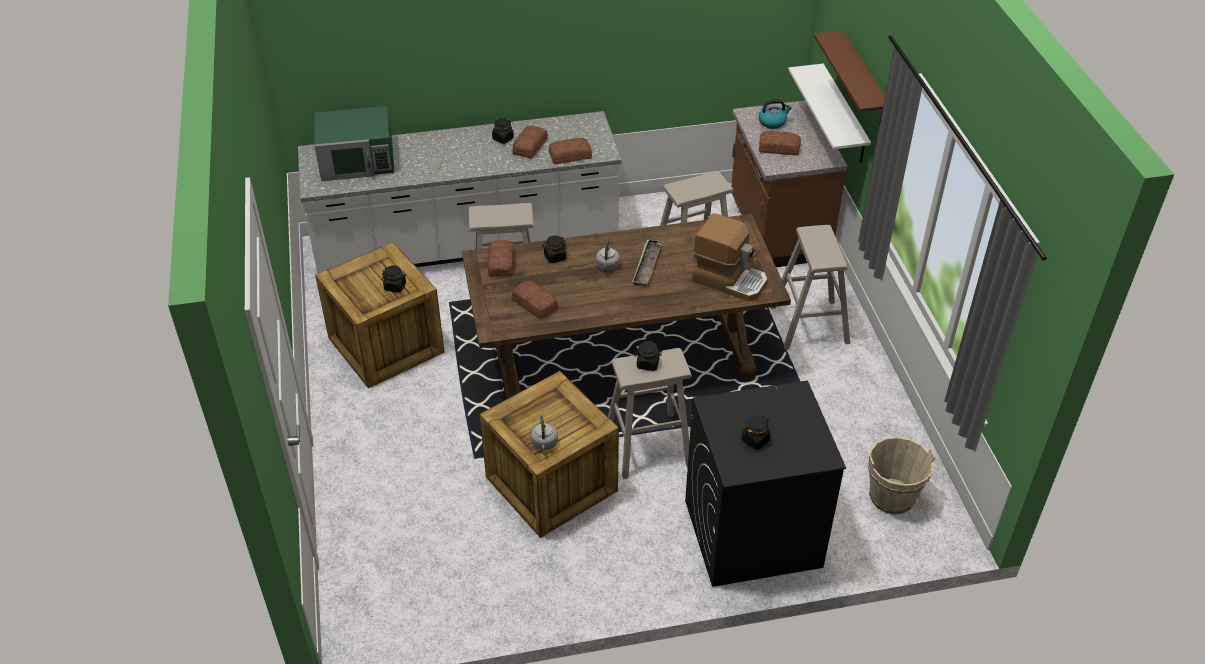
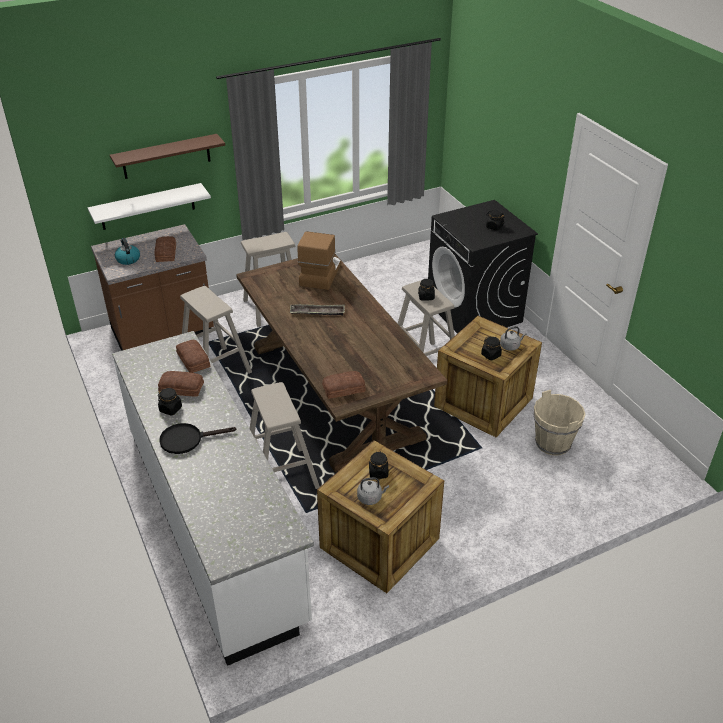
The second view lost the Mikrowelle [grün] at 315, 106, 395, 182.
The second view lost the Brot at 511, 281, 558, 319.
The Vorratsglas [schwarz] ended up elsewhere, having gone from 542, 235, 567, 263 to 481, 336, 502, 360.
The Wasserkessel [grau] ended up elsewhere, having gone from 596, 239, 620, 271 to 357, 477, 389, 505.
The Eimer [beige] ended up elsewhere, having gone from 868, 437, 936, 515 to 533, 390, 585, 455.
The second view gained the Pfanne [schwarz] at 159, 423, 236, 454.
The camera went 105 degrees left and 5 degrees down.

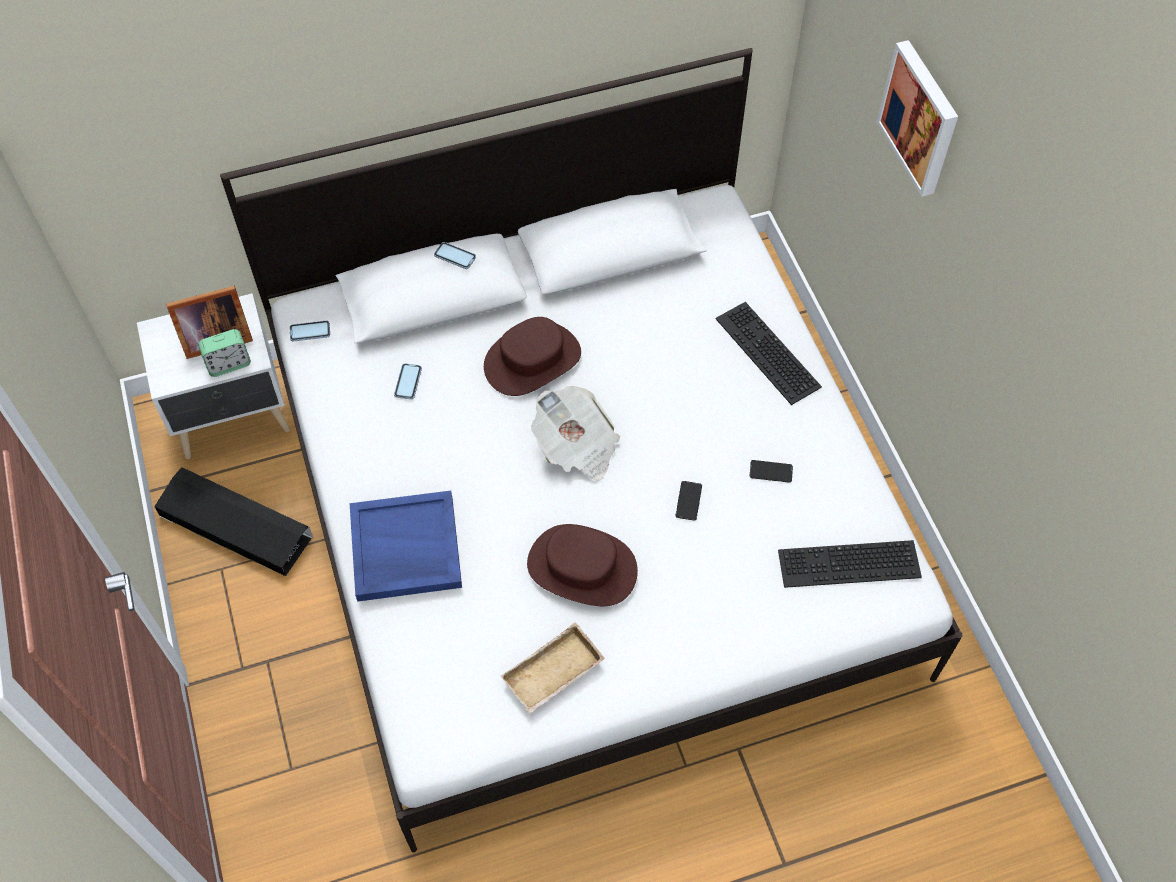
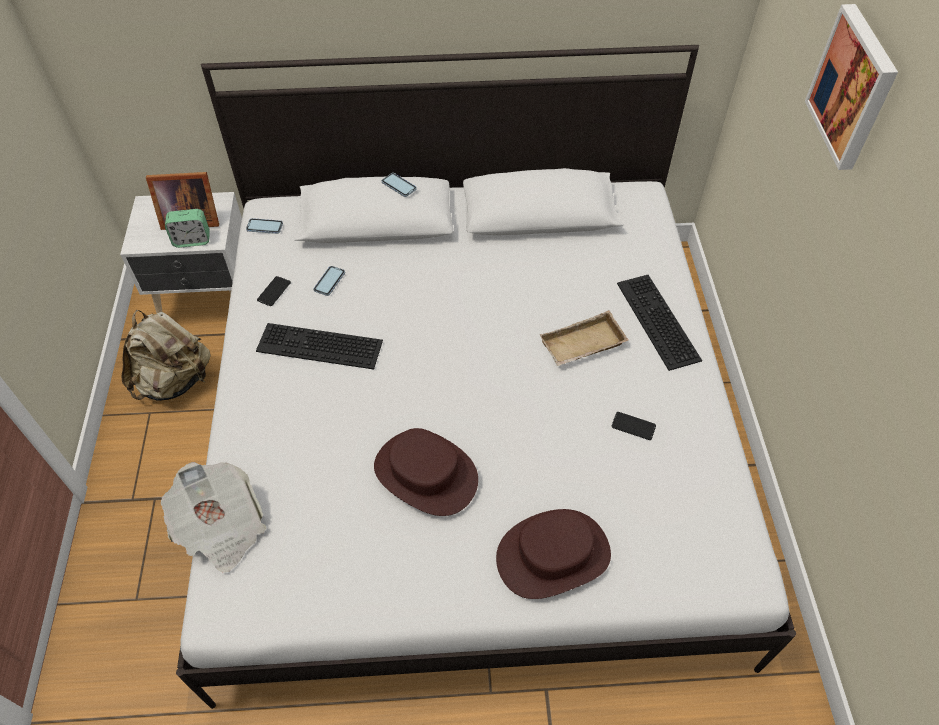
Where the Aufbewahrungsbox [schwarz] stood at 154, 467, 313, 576, the Rucksack [beige] came to stand at 122, 310, 211, 401.
The second view lost the Tablett [blau] at 350, 491, 462, 602.
The Hut [braun] ended up elsewhere, having gone from 484, 317, 581, 396 to 496, 509, 611, 599.
The Tablett [beige] ended up elsewhere, having gone from 501, 622, 605, 714 to 540, 310, 628, 366.
The Zeitung ended up elsewhere, having gone from 531, 386, 620, 481 to 161, 462, 266, 572.
The Handy ended up elsewhere, having gone from 675, 481, 702, 521 to 257, 276, 291, 306.
The Tastatur ended up elsewhere, having gone from 778, 540, 922, 588 to 256, 323, 383, 369.
The camera went 15 degrees right and 5 degrees down.

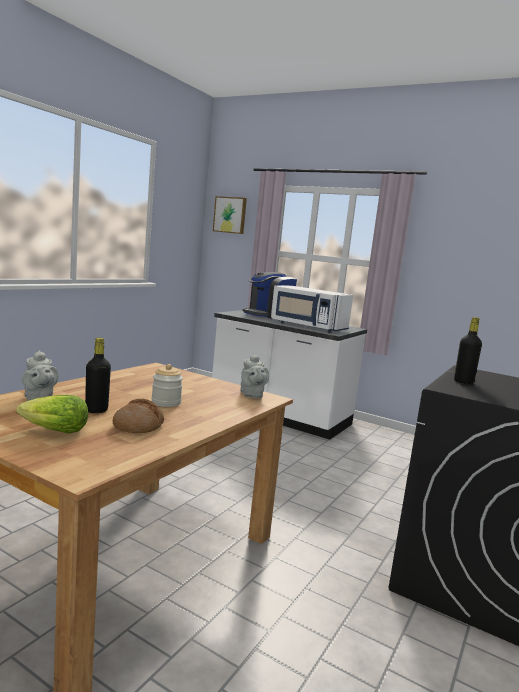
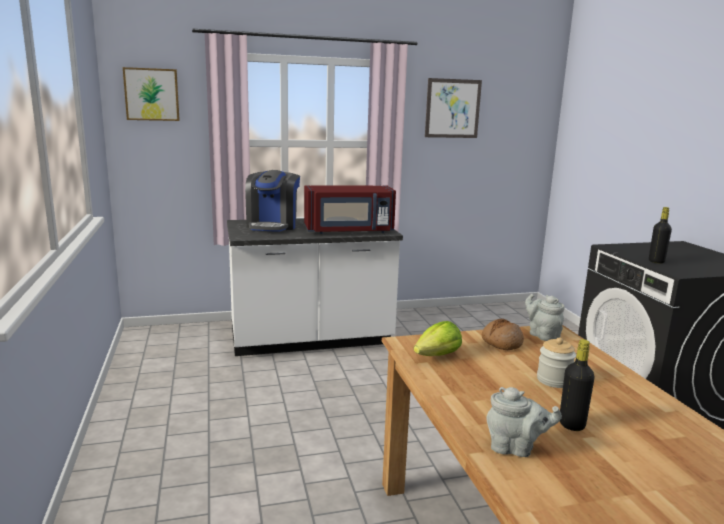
The Salatkopf ended up elsewhere, having gone from 16, 395, 88, 434 to 414, 321, 462, 356.
The Brot ended up elsewhere, having gone from 113, 399, 164, 433 to 482, 318, 524, 350.
The Teekanne [grau] at 240, 354, 269, 398 ended up facing another way, 150 degrees counterclockwise from before.
What was the Mikrowelle [weiß] at 271, 285, 353, 333 turned into the Mikrowelle [rot] at 304, 186, 396, 234.
The second view gained the Bild at 425, 78, 482, 138.
The camera went 45 degrees left and 5 degrees up.

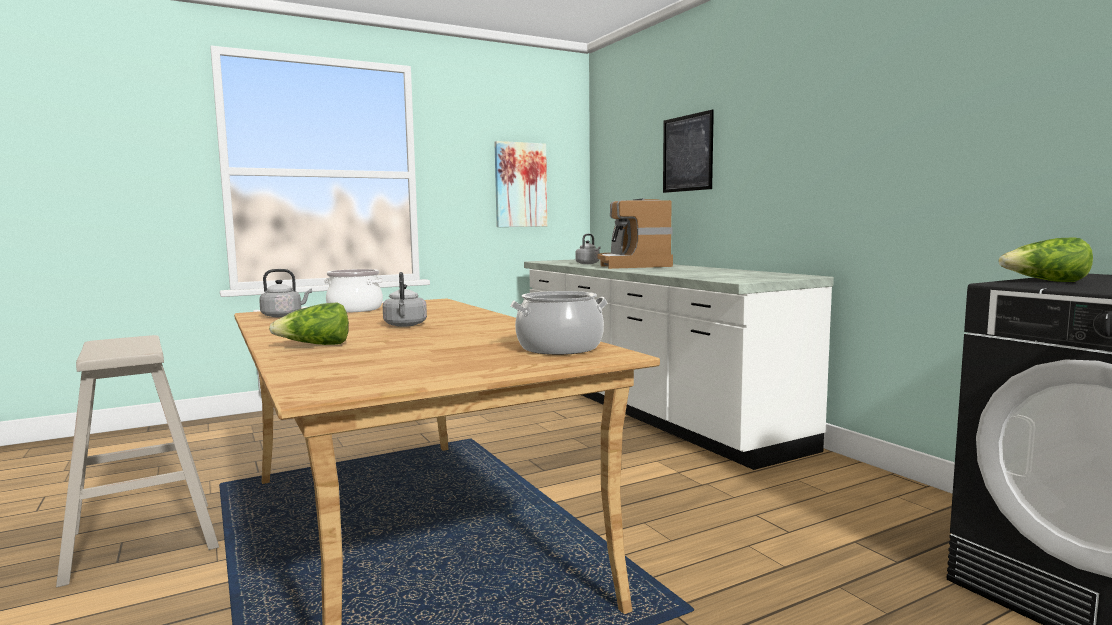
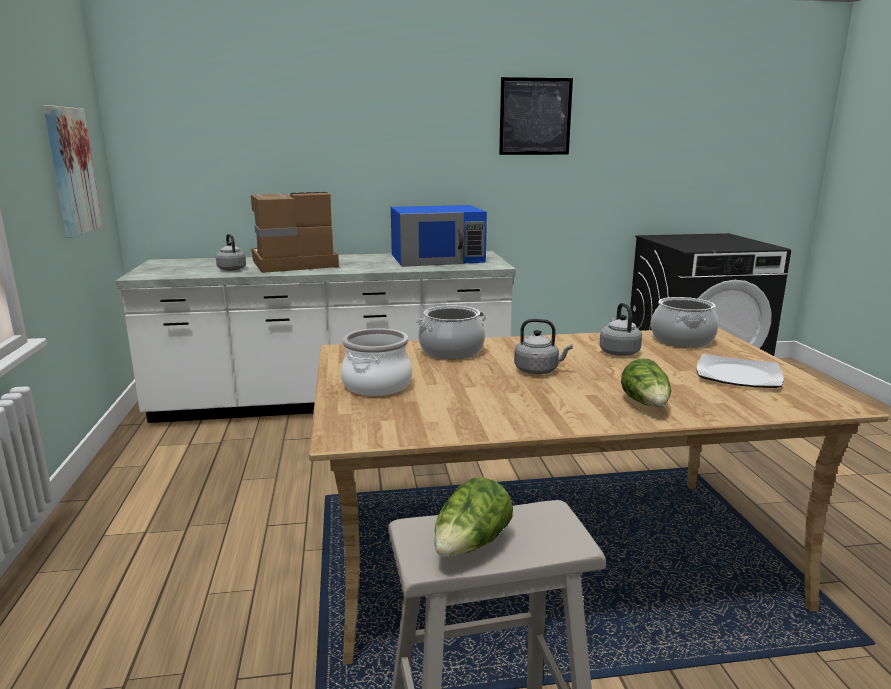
The Wasserkessel [grau] ended up elsewhere, having gone from 259, 269, 312, 317 to 599, 303, 642, 356.
The Kaffeemaschine at 598, 198, 673, 269 ended up facing another way, 150 degrees clockwise from before.
The Bild ended up elsewhere, having gone from 663, 110, 714, 193 to 499, 77, 573, 155.
The Salatkopf ended up elsewhere, having gone from 999, 238, 1093, 282 to 434, 477, 513, 557.
The second view gained the Mikrowelle [blau] at 391, 205, 487, 267.
The second view gained the Kochtopf at 416, 305, 487, 359.
The second view gained the Teller at 697, 354, 784, 388.
The camera went 70 degrees left and 10 degrees up.

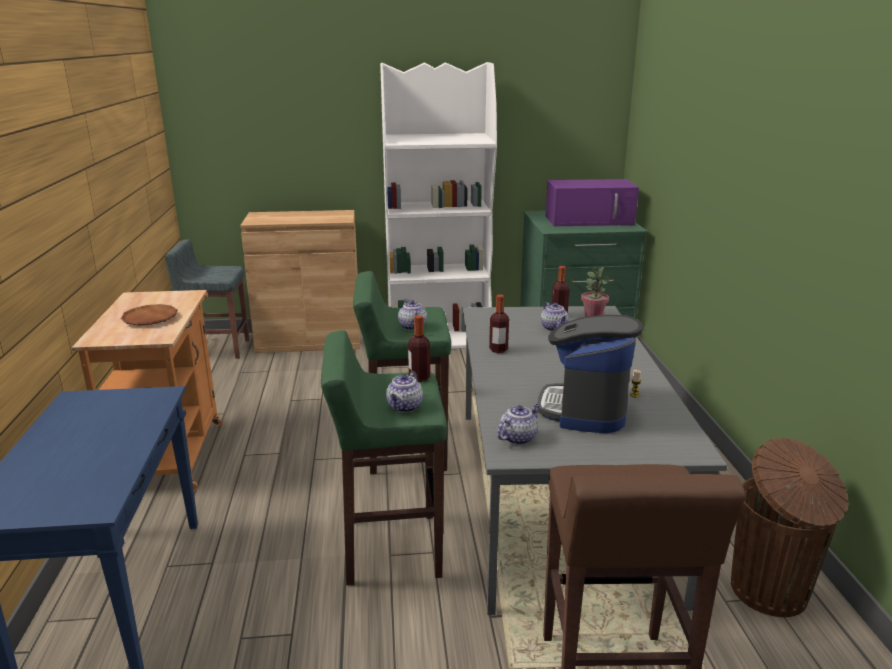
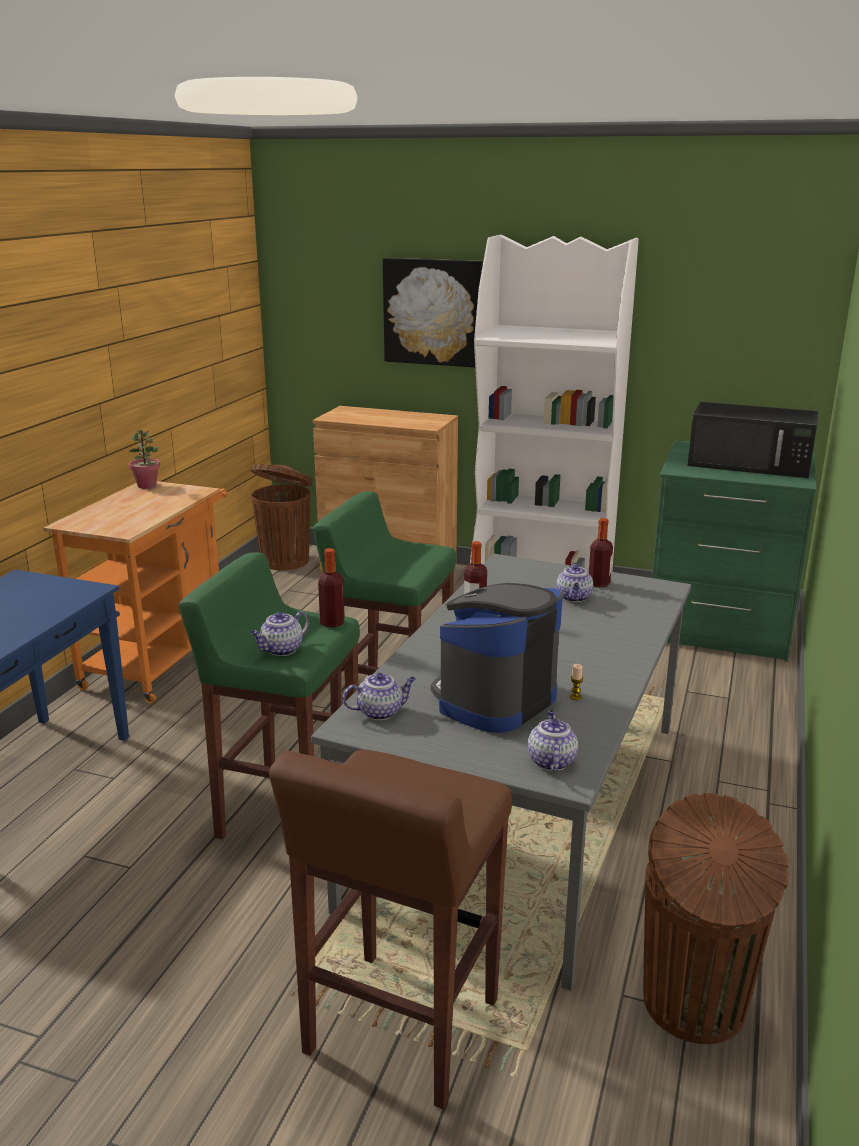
The second view lost the Teller [braun] at 121, 304, 178, 325.
Where the Hocker [grau] stood at 165, 239, 250, 359, the Mülleimer [braun] came to stand at 251, 464, 313, 570.
The Teekanne ended up elsewhere, having gone from 398, 300, 427, 331 to 527, 710, 578, 771.
What was the Mikrowelle [lila] at 546, 179, 639, 226 turned into the Mikrowelle [schwarz] at 687, 402, 818, 478.
The Topfpflanze ended up elsewhere, having gone from 581, 267, 610, 317 to 129, 430, 160, 489.
The second view gained the Bild at 383, 258, 483, 368.
The camera went 25 degrees right and 0 degrees up.

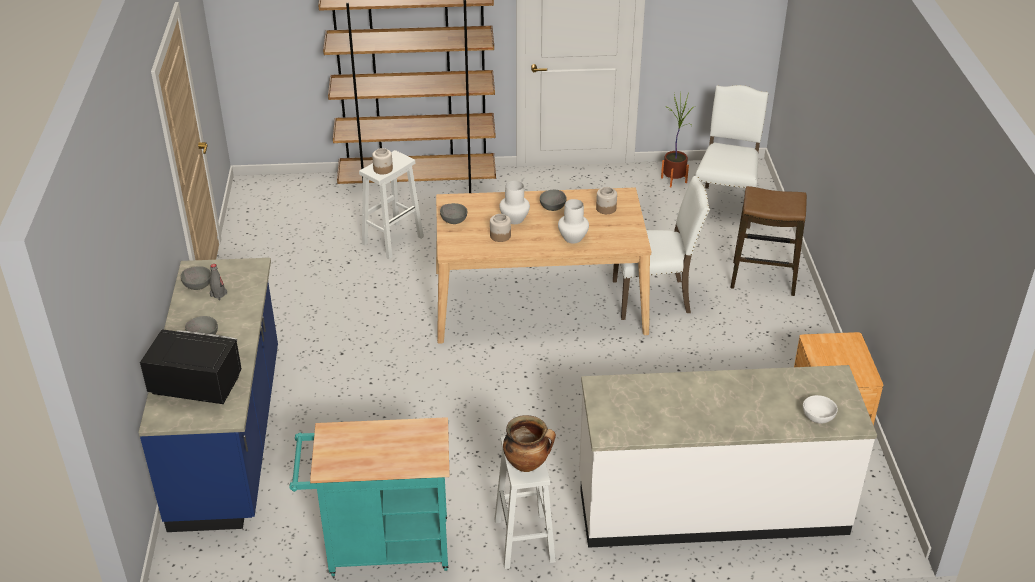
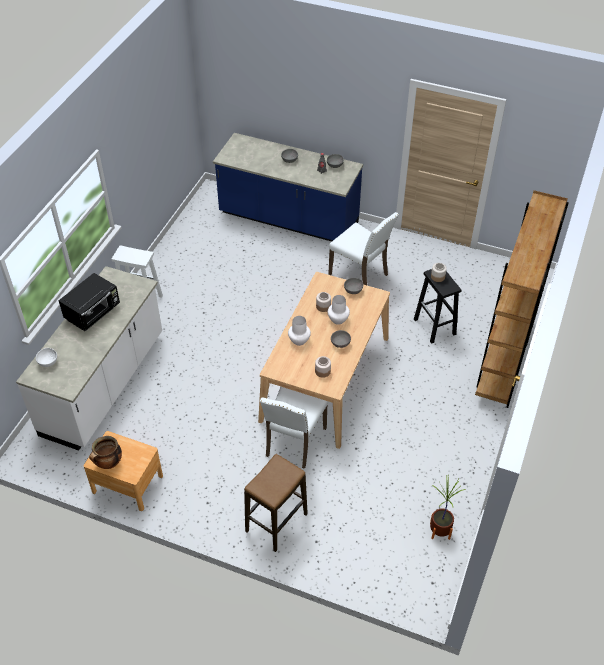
The Mikrowelle [schwarz] ended up elsewhere, having gone from 140, 329, 242, 404 to 58, 273, 120, 331.
The second view lost the Rollwagen [türkis] at 289, 417, 450, 576.
What was the Hocker [weiß] at 359, 150, 424, 259 turned into the Hocker [schwarz] at 414, 269, 461, 344.
The Kochtopf ended up elsewhere, having gone from 503, 415, 556, 472 to 89, 436, 122, 469.
The Stuhl [weiß] ended up elsewhere, having gone from 695, 85, 768, 229 to 329, 212, 399, 285.
The camera went 115 degrees right and 10 degrees up.

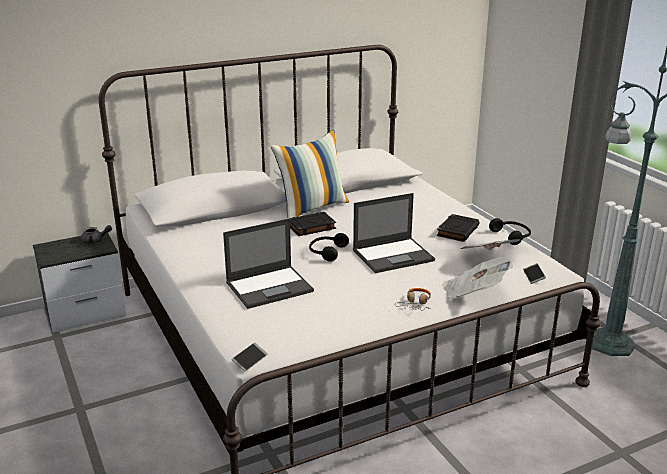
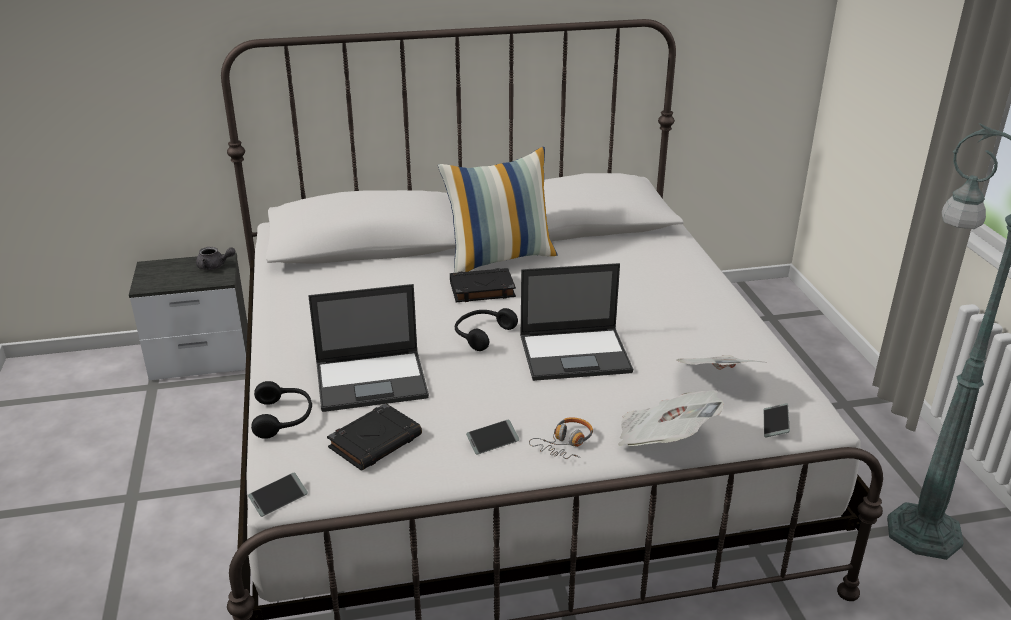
The Buch [schwarz] ended up elsewhere, having gone from 437, 214, 480, 242 to 327, 403, 422, 471.
The Kopfhörer [schwarz] ended up elsewhere, having gone from 489, 218, 531, 245 to 251, 381, 312, 439.
The second view gained the Handy at 466, 420, 519, 455.
The camera went 15 degrees right and 5 degrees up.

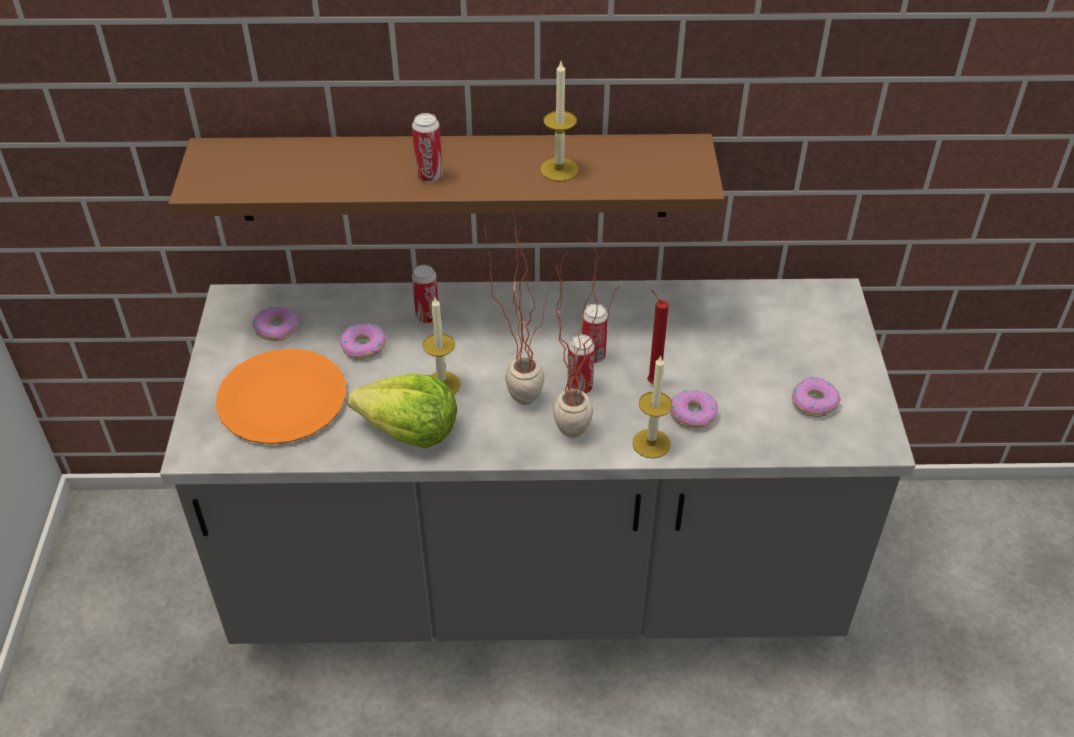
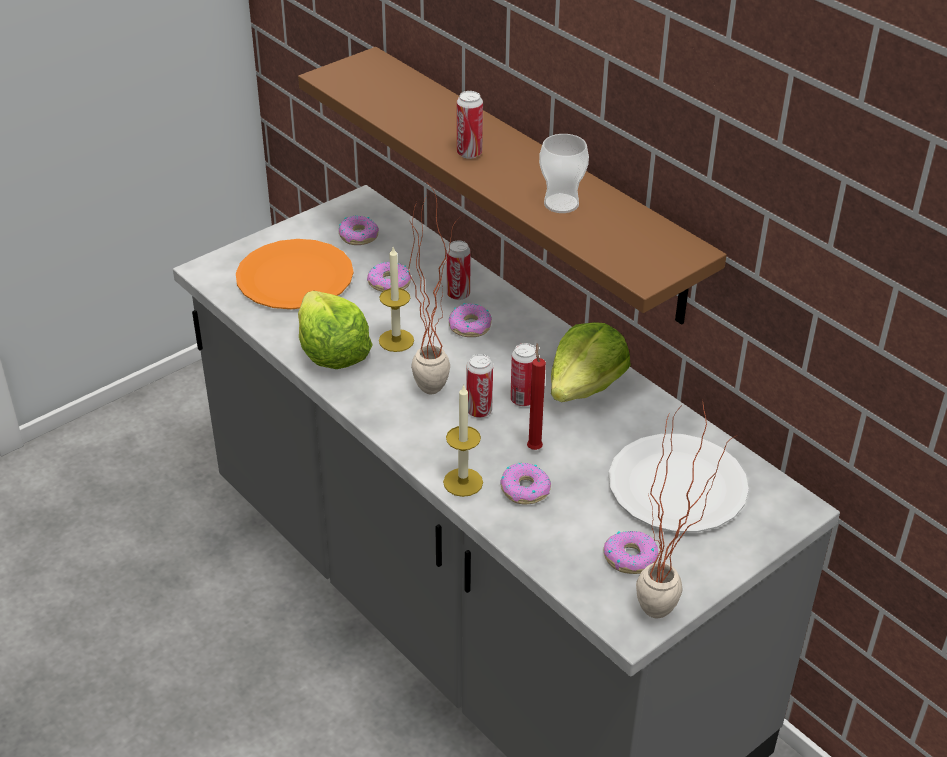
Where the Kerze stood at 540, 62, 578, 181, the Tasse came to stand at 539, 134, 589, 213.
The Topfpflanze ended up elsewhere, having gone from 553, 237, 617, 438 to 636, 405, 736, 618.
The second view gained the Donut at 448, 303, 492, 337.
The second view gained the Salatkopf at 551, 322, 631, 402.
The second view gained the Teller [weiß] at 608, 434, 749, 533.
The camera went 50 degrees right and 5 degrees down.

